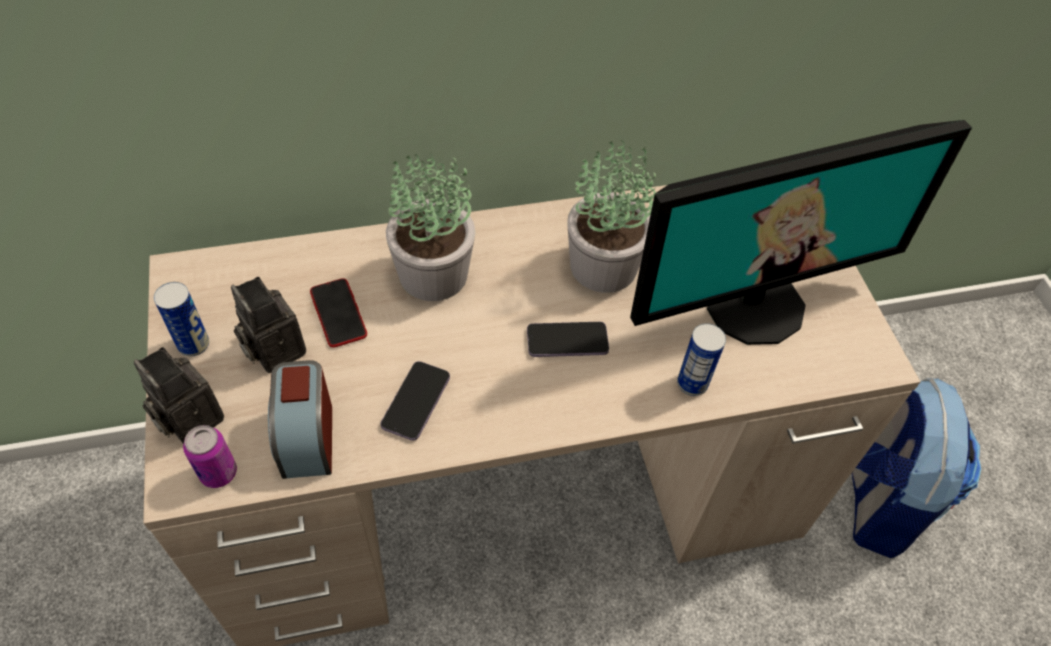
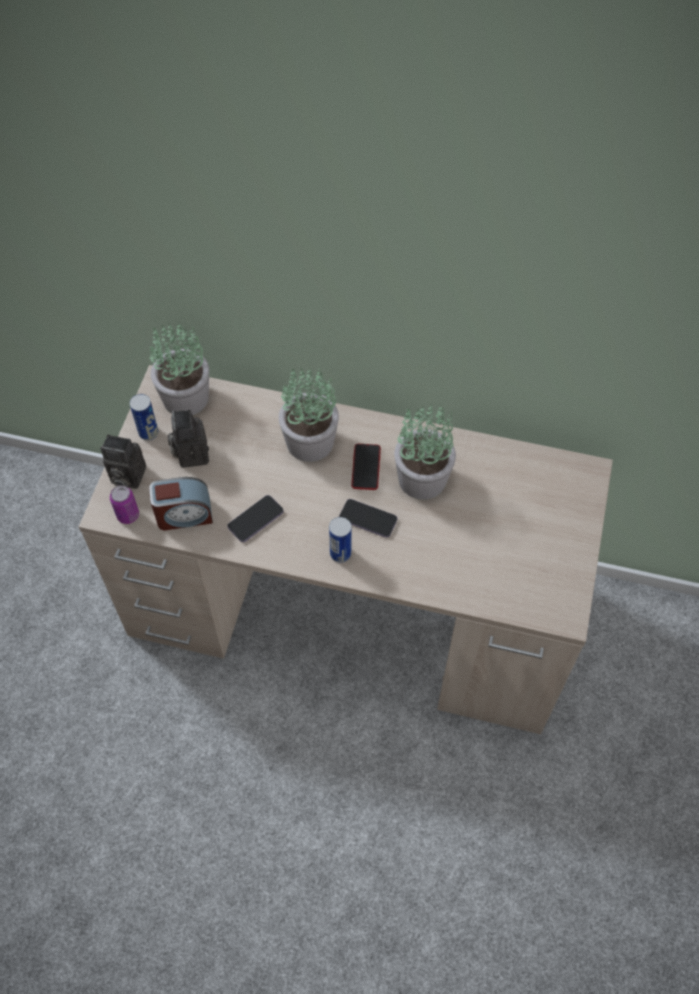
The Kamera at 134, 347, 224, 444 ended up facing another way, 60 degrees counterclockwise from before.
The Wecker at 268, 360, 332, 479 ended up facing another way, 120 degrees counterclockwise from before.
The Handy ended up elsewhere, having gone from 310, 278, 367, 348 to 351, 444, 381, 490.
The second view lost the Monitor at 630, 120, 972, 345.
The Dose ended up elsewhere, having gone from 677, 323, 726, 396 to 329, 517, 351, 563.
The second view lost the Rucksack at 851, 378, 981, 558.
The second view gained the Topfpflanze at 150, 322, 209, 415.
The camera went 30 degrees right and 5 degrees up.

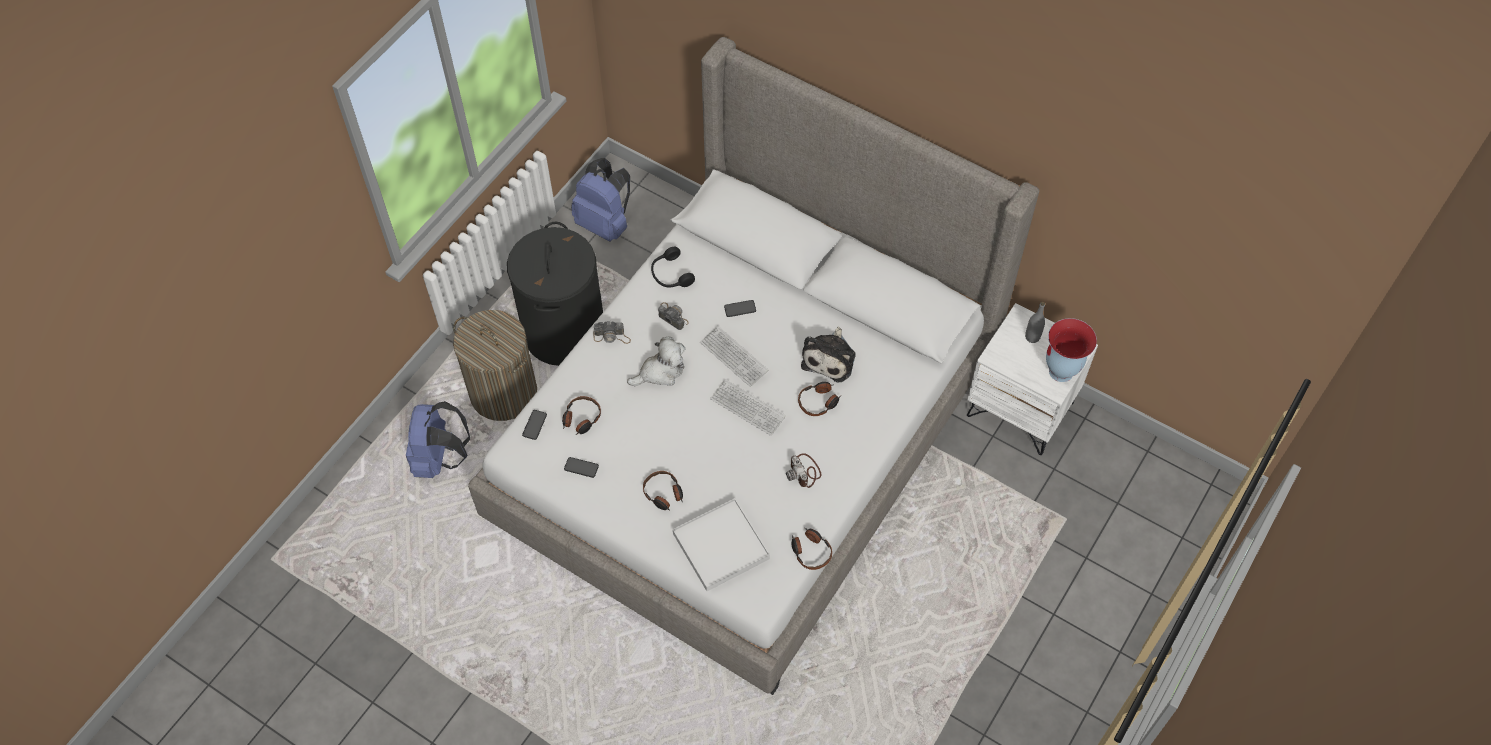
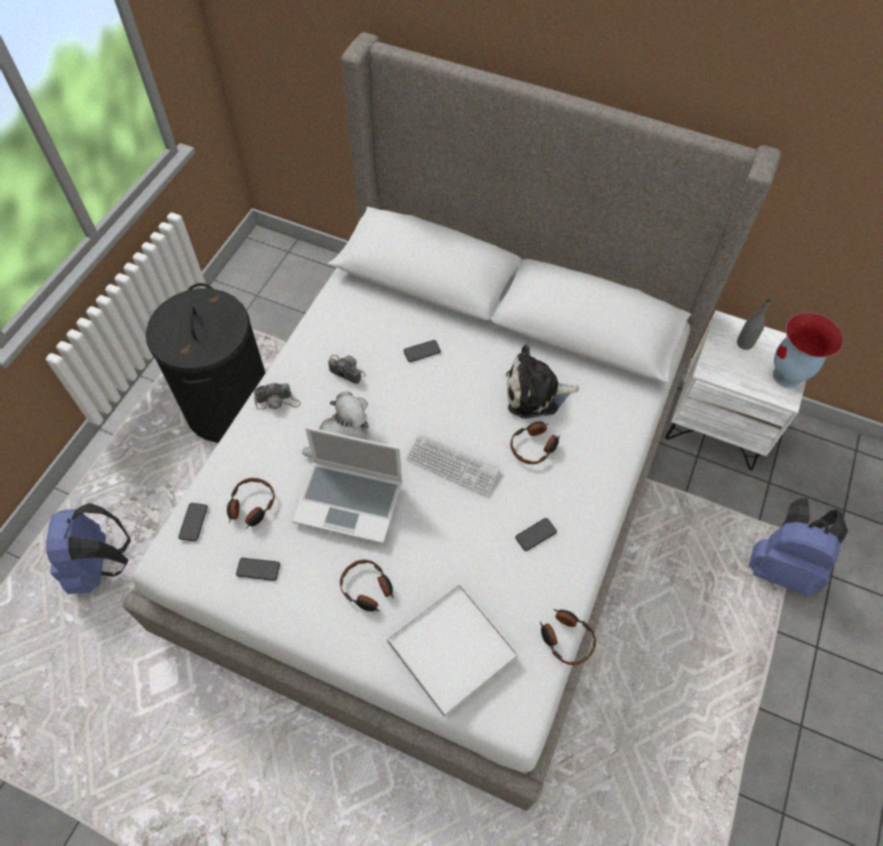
The second view lost the Wäschekorb at 453, 310, 537, 421.
The Rucksack [blau] ended up elsewhere, having gone from 571, 158, 630, 242 to 749, 498, 848, 596.
The second view lost the Kopfhörer [schwarz] at 651, 247, 695, 288.
The second view lost the Tastatur at 700, 326, 769, 387.
Where the Kamera stood at 786, 453, 821, 488, the Handy came to stand at 515, 518, 557, 551.
The Plüschtier at 801, 327, 856, 382 ended up facing another way, 75 degrees clockwise from before.
The second view gained the Laptop at 292, 427, 402, 544.
The camera went 10 degrees left and 0 degrees up.

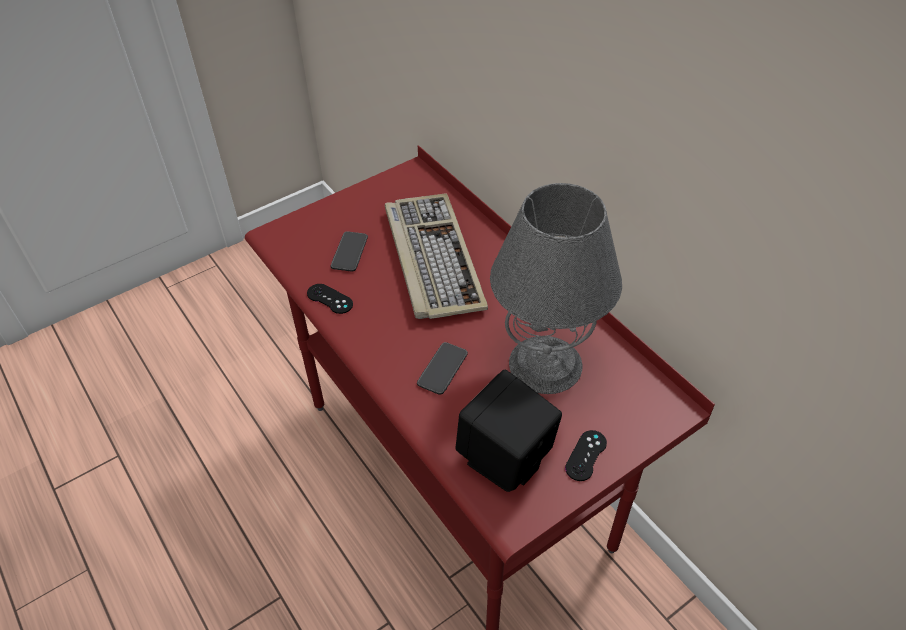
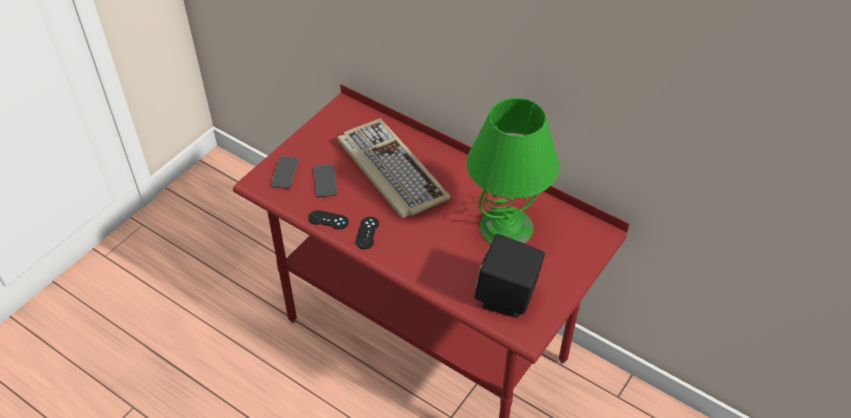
The Handy ended up elsewhere, having gone from 417, 342, 468, 395 to 271, 156, 299, 189.
What was the Tischlampe [grau] at 490, 183, 622, 394 turned into the Tischlampe [grün] at 467, 98, 559, 243.
The Gamepad [schwarz] ended up elsewhere, having gone from 565, 430, 607, 481 to 355, 217, 379, 249.
The camera went 20 degrees left and 0 degrees up.

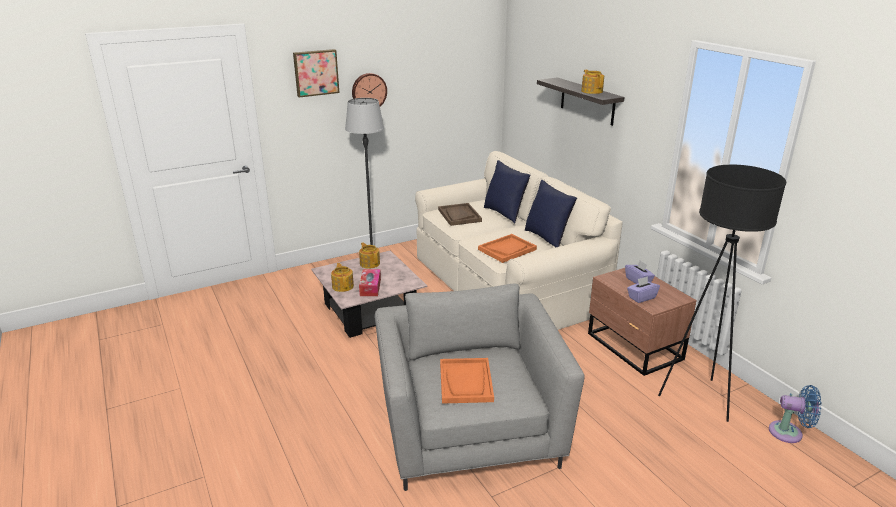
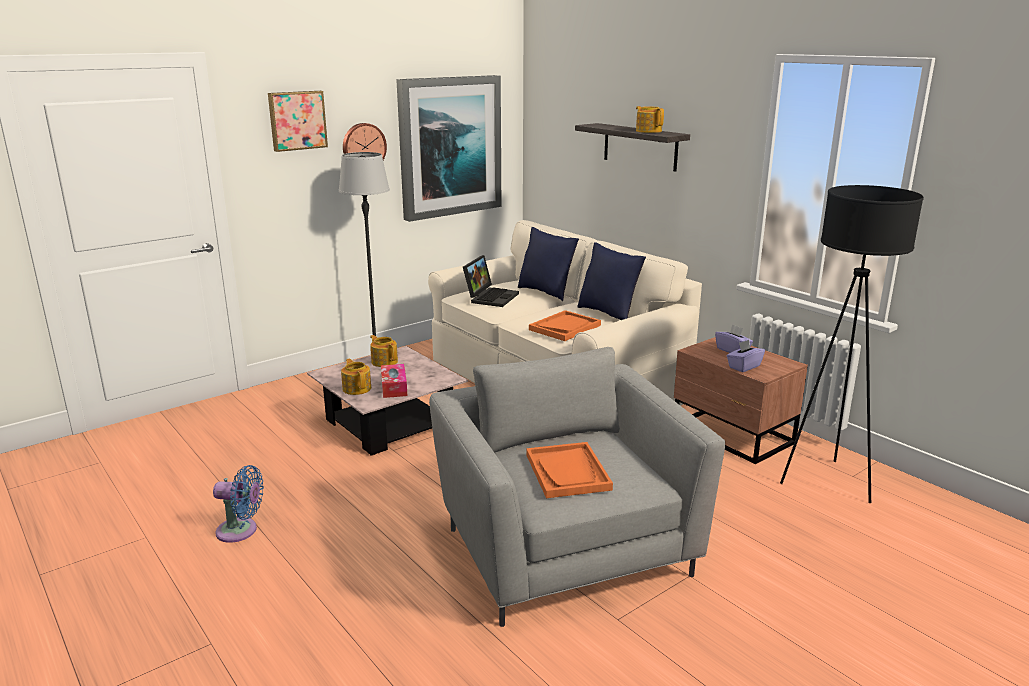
Where the Tablett [braun] stood at 438, 203, 482, 226, the Laptop came to stand at 463, 255, 519, 307.
The Ventilator [blau] ended up elsewhere, having gone from 769, 385, 821, 443 to 213, 465, 264, 543.
The second view gained the Bild at 396, 75, 501, 222.
The camera went 10 degrees left and 5 degrees down.

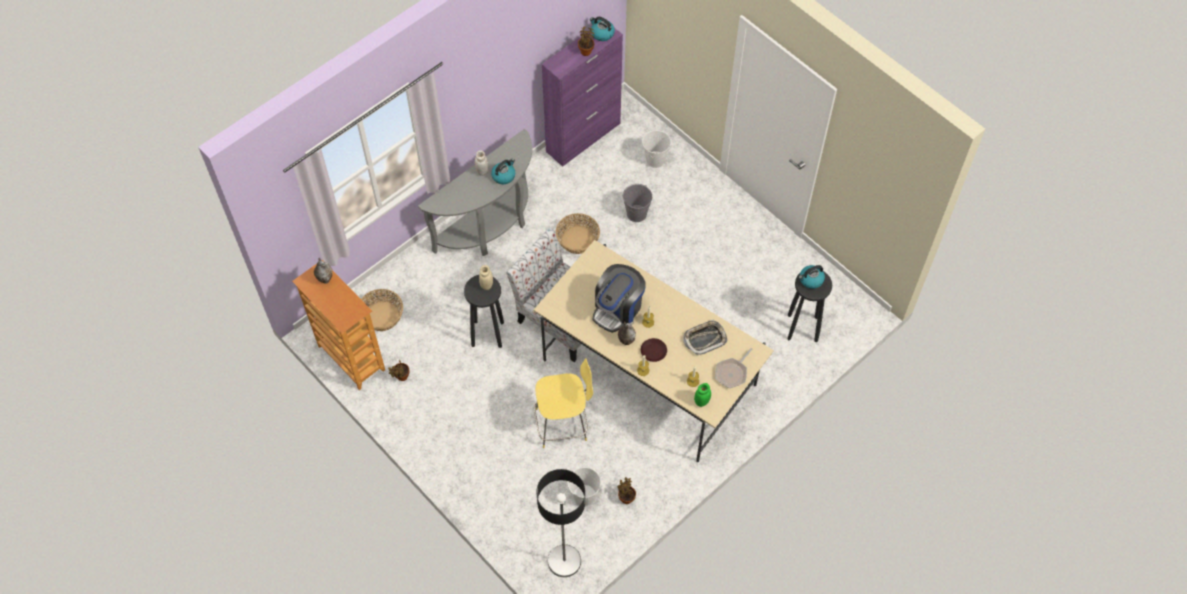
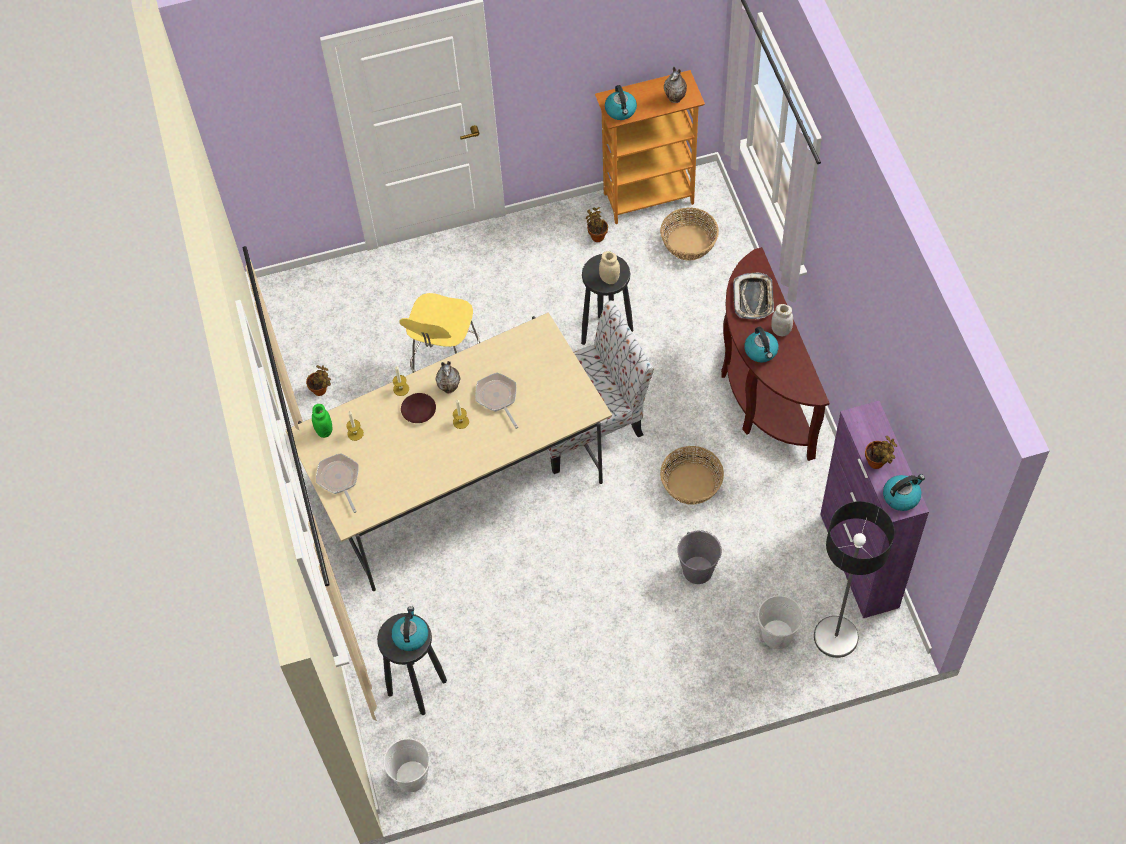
What was the Konsolentisch [grau] at 418, 129, 532, 256 turned into the Konsolentisch [braun] at 721, 247, 829, 461.
The Stehlampe ended up elsewhere, having gone from 536, 469, 585, 577 to 814, 501, 895, 658.
The Eimer [weiß] ended up elsewhere, having gone from 568, 466, 601, 507 to 383, 738, 430, 792.
Where the Kaffeemaschine stood at 593, 264, 646, 333, the Pfanne came to stand at 475, 372, 518, 429.
The Tablett ended up elsewhere, having gone from 683, 319, 728, 356 to 733, 273, 774, 319.
The second view gained the Wasserkessel at 605, 85, 637, 120.
The camera went 120 degrees right and 0 degrees up.

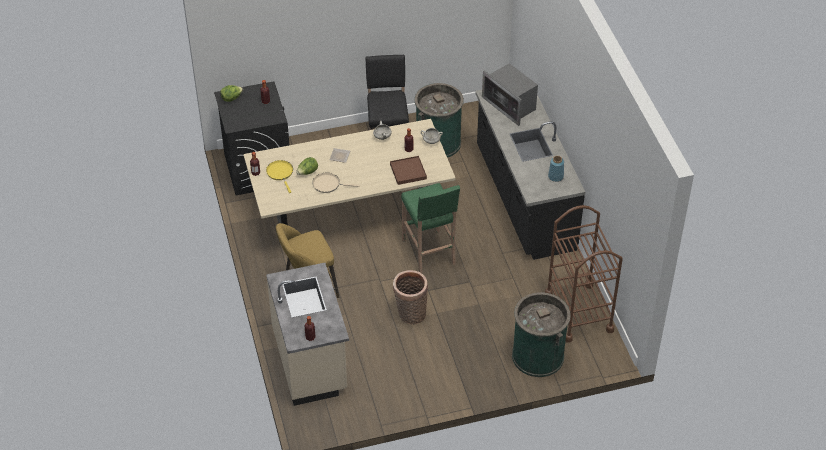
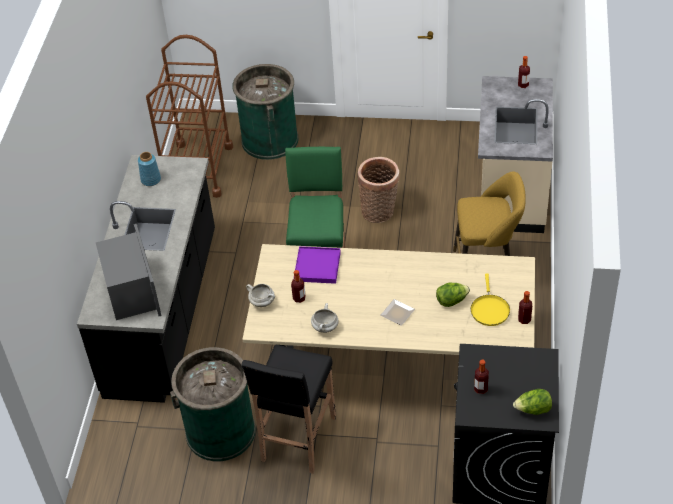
The second view lost the Pfanne [beige] at 312, 173, 360, 193.
What was the Tablett [braun] at 390, 156, 427, 185 turned into the Tablett [lila] at 295, 246, 341, 284.
The camera went 155 degrees left and 0 degrees up.

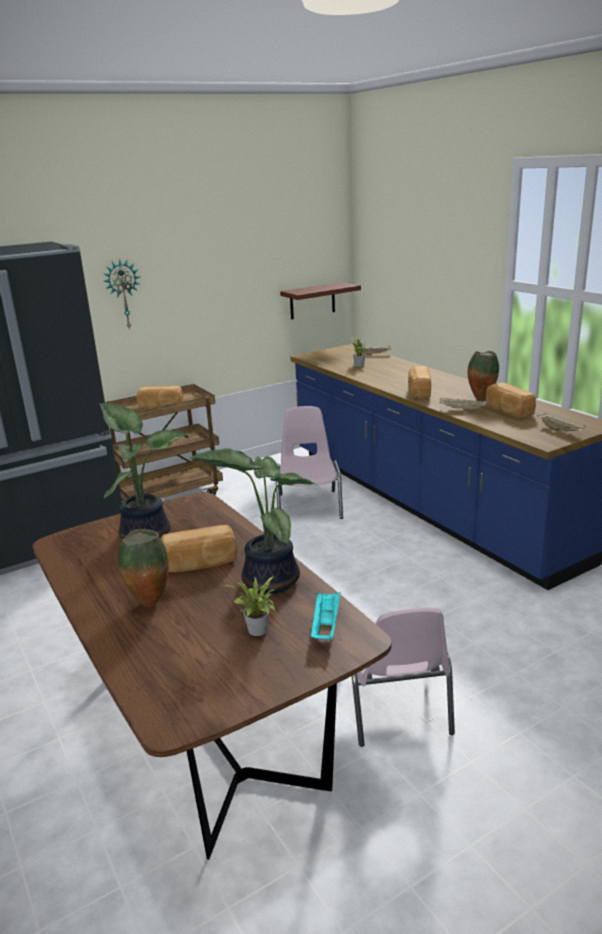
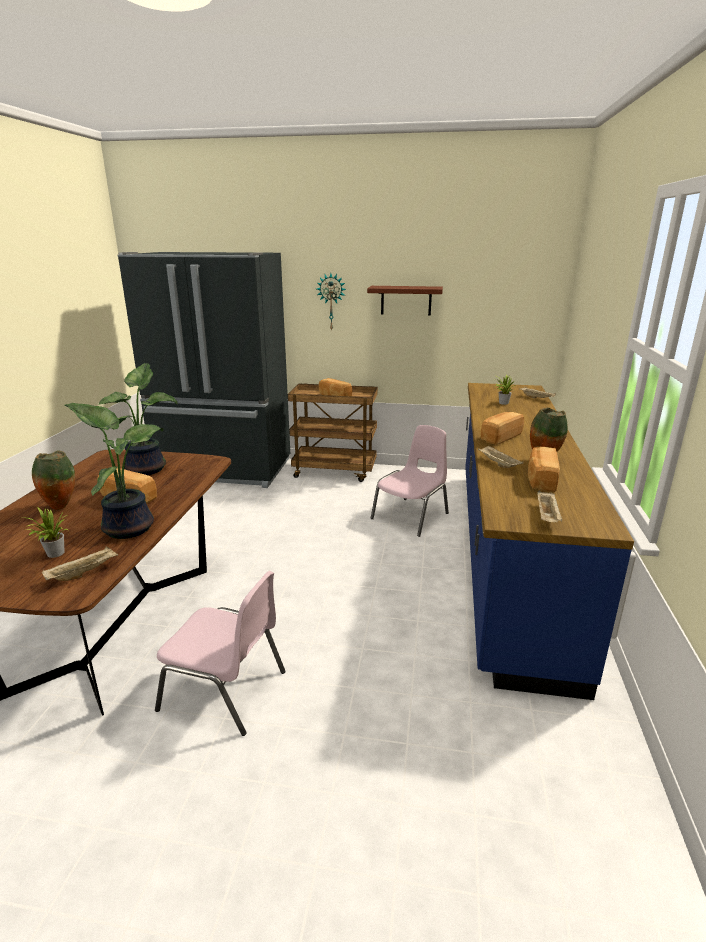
The Wandregal [braun] ended up elsewhere, having gone from 280, 282, 361, 319 to 367, 286, 443, 316.
What was the Tablett [türkis] at 311, 592, 341, 639 turned into the Tablett [beige] at 42, 546, 119, 581.
The Stuhl [rosa] at 352, 607, 455, 747 ended up facing another way, 105 degrees counterclockwise from before.
The camera went 40 degrees right and 0 degrees up.

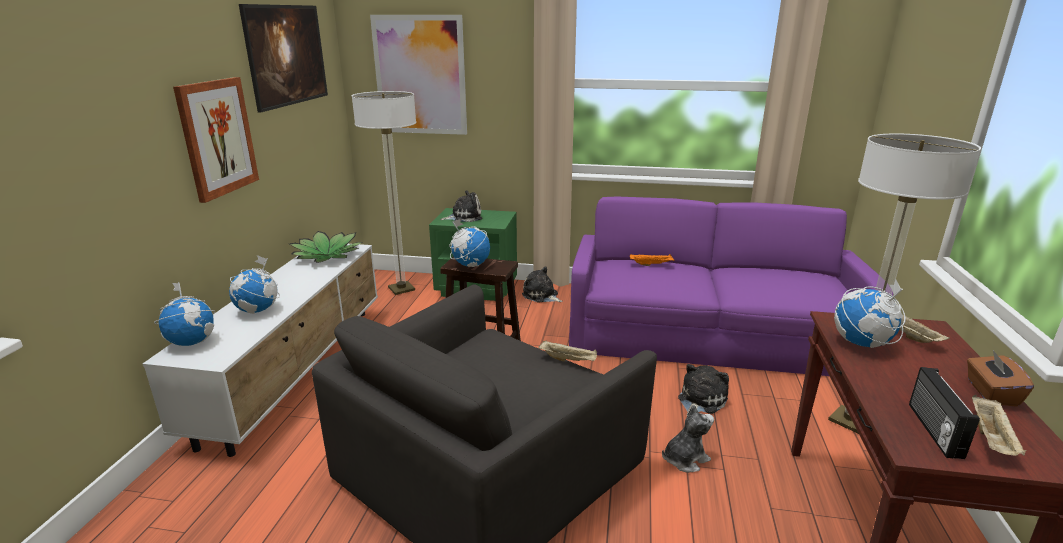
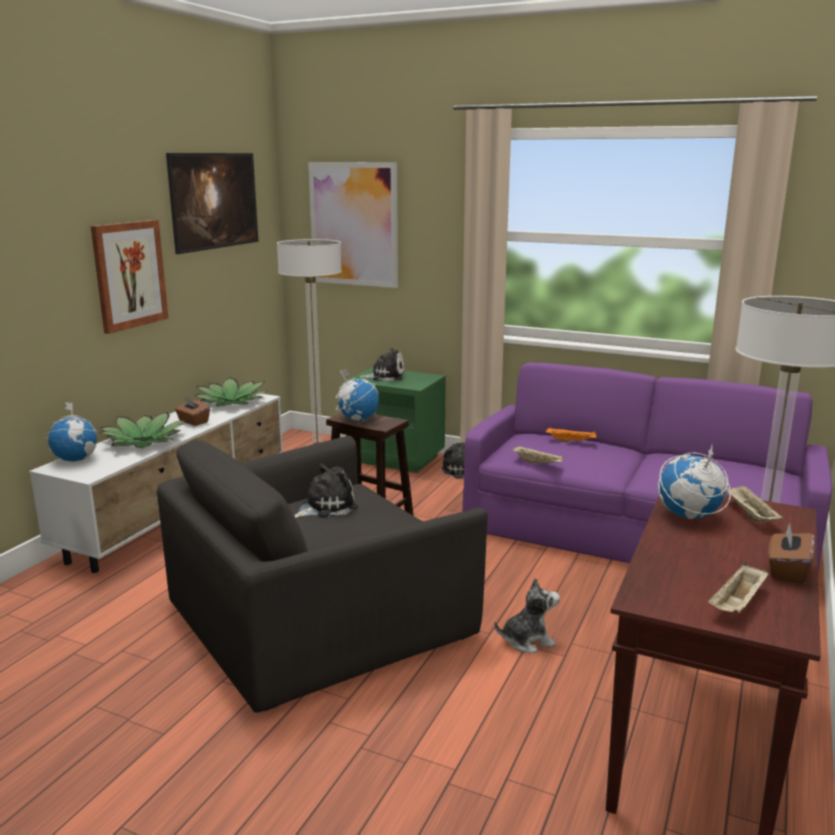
Where the Globus stood at 229, 255, 280, 314, the Topfpflanze came to stand at 100, 412, 186, 448.
The Tablett [beige] ended up elsewhere, having gone from 538, 340, 597, 362 to 512, 446, 564, 464.
The Plüschtier ended up elsewhere, having gone from 678, 364, 729, 415 to 294, 464, 358, 518.
The second view lost the Radio at 909, 367, 980, 459.
The second view gained the Taschentuchbox [braun] at 175, 398, 210, 426.
The camera went 15 degrees right and 5 degrees down.

